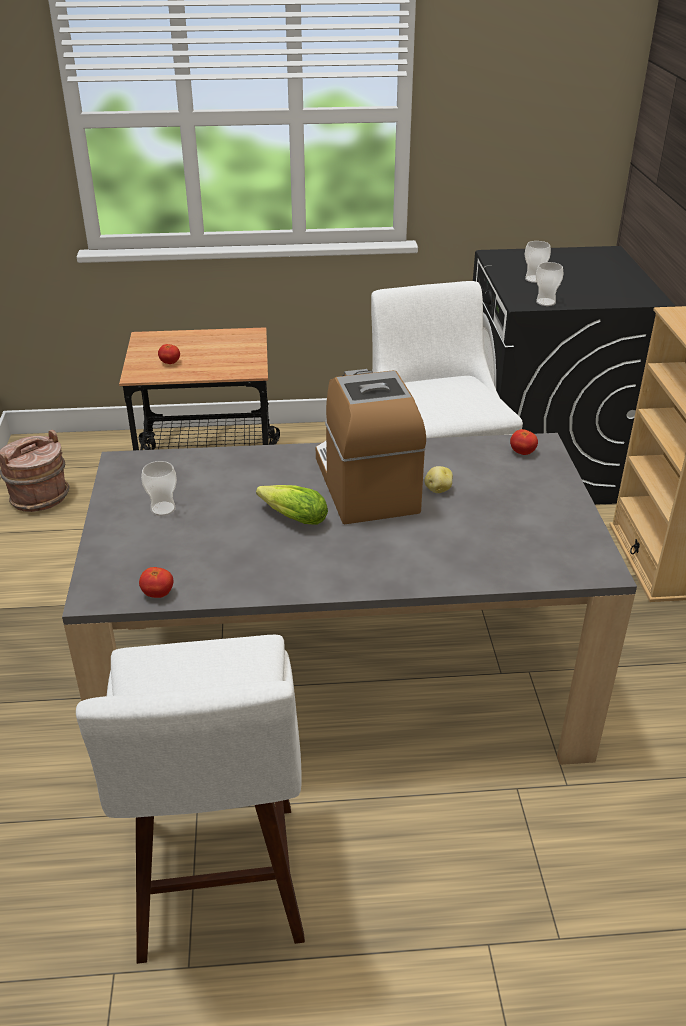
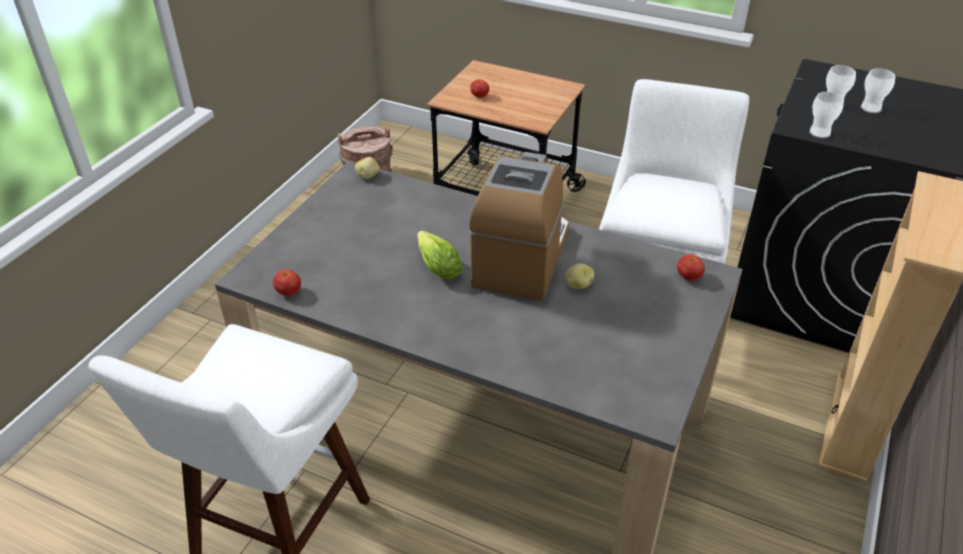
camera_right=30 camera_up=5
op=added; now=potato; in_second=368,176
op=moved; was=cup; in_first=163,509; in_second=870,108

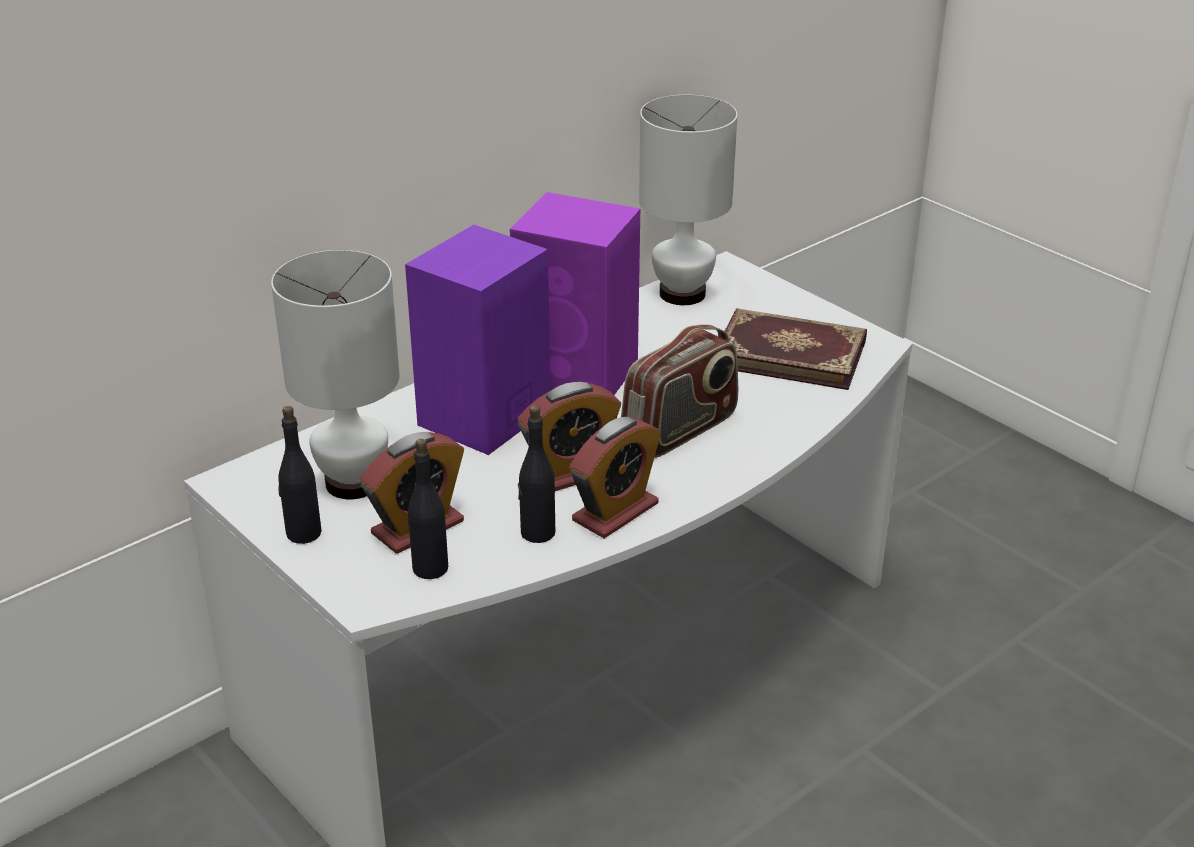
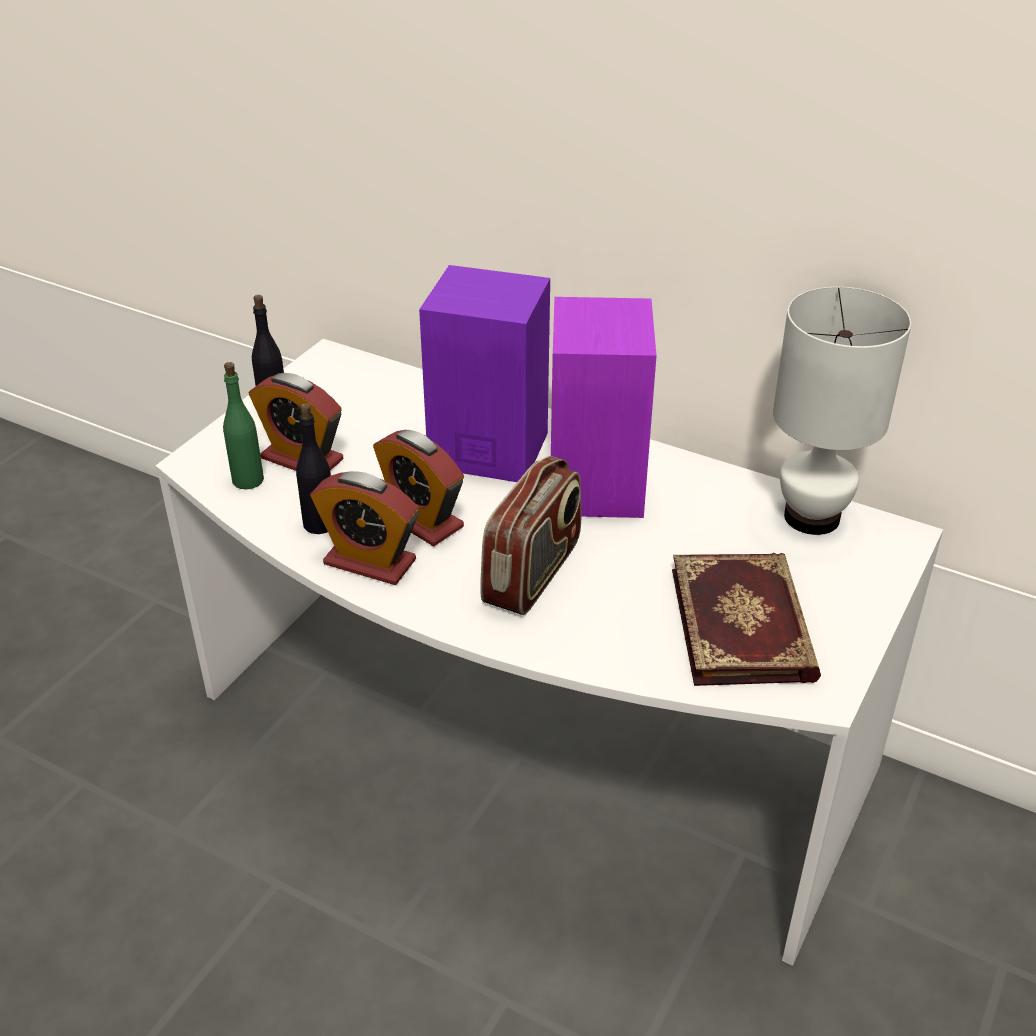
camera_right=70 camera_up=5
op=removed; was=table lamp (white); in_first=352,483
op=recoloured; was=bottle (black); now=bottle (green); in_first=430,568; in_second=248,480
op=turned; was=radio; in_first=680,430; in_second=533,573; clockwise=-90

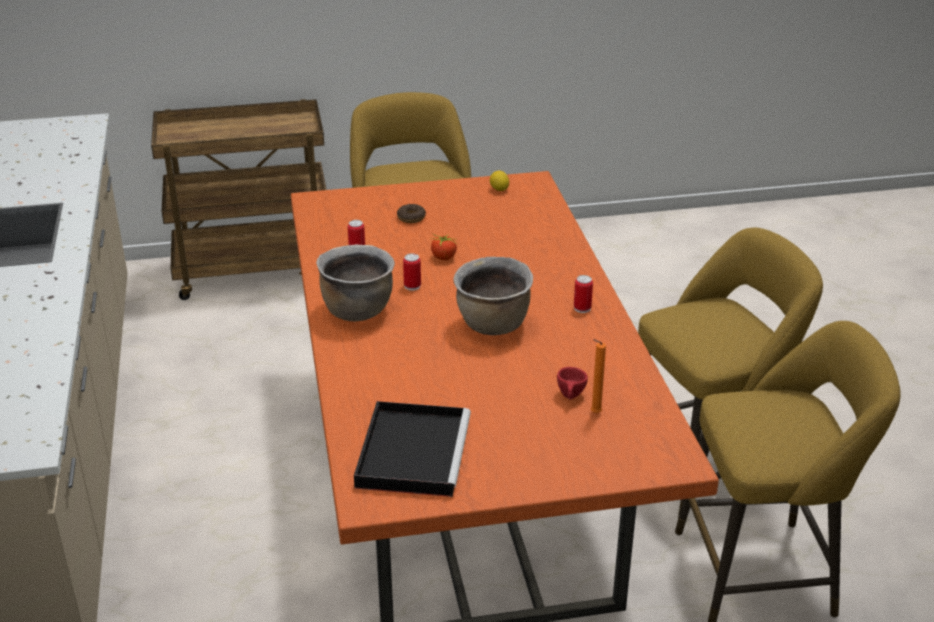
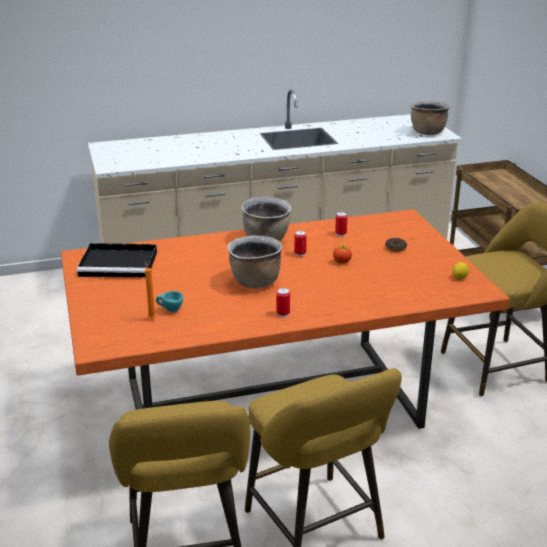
camera_right=85 camera_up=-5
op=added; now=cooking pot (brown); in_second=427,132
op=recoloured; was=cup (red); now=cup (turquoise); in_first=571,397; in_second=170,310

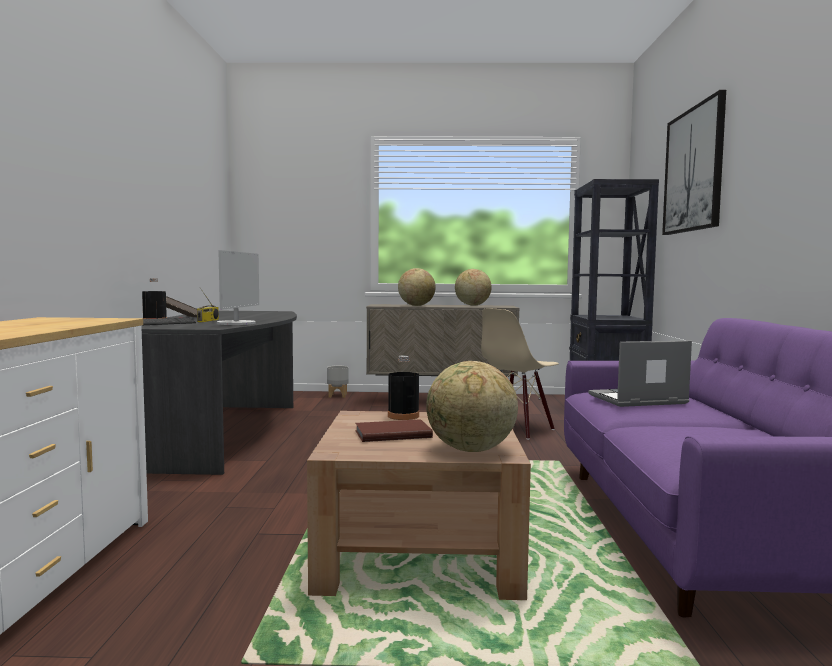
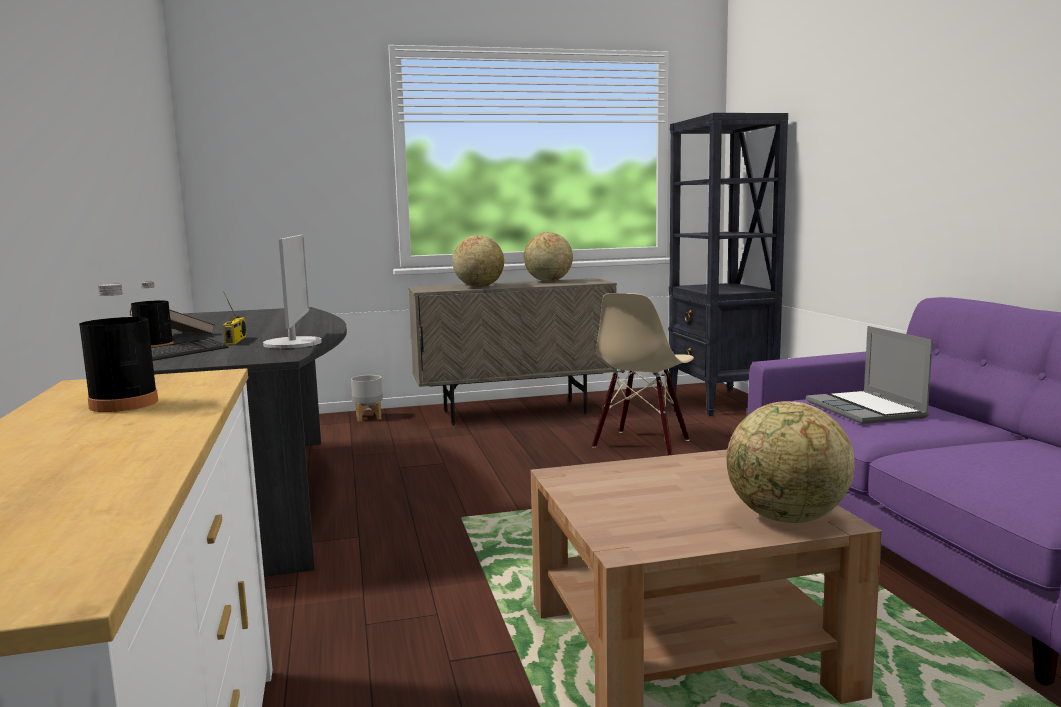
camera_right=-15 camera_up=5
op=removed; was=book (brown); in_first=391,434
op=removed; was=picture; in_first=693,170
op=moved; was=bottle (black); in_first=403,416; in_second=124,404
op=turned; was=laptop; in_first=637,400; in_second=867,410; clockwise=-75

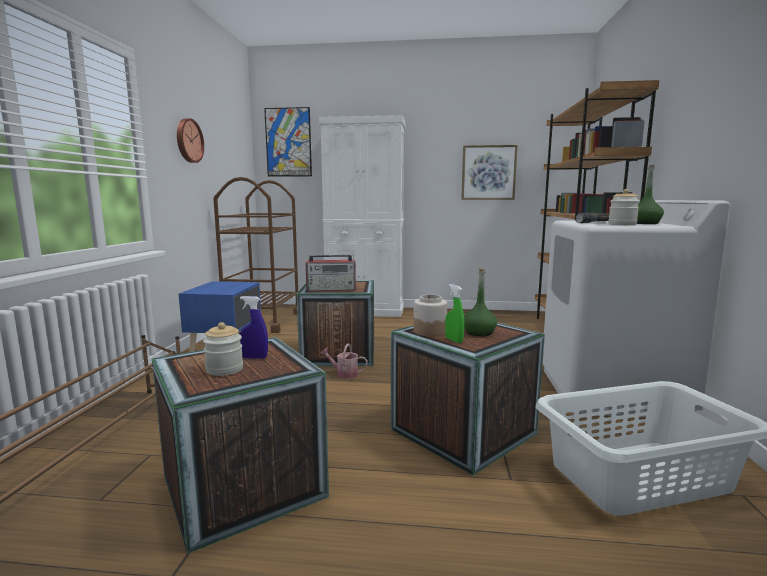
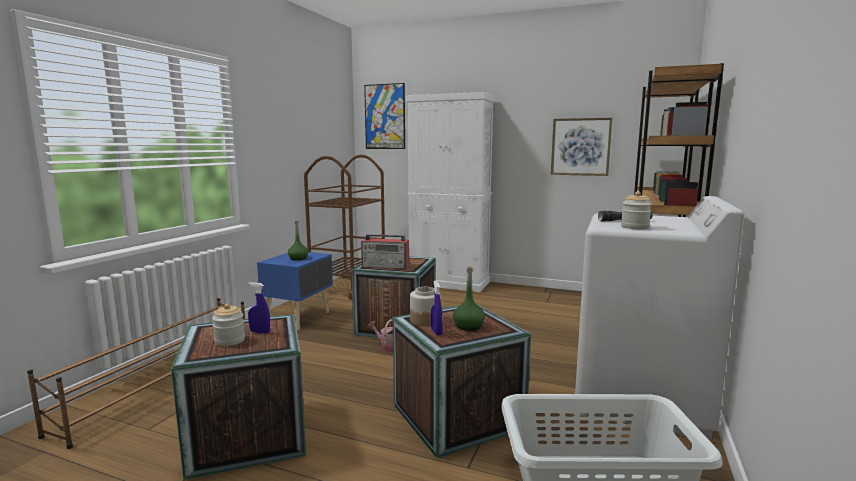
camera_right=15 camera_up=0
op=removed; was=wall clock; in_first=188,140
op=moved; was=bottle (green); in_first=644,223; in_second=298,259
op=recoloured; was=spray bottle (green); now=spray bottle (blue); in_first=454,340; in_second=436,332

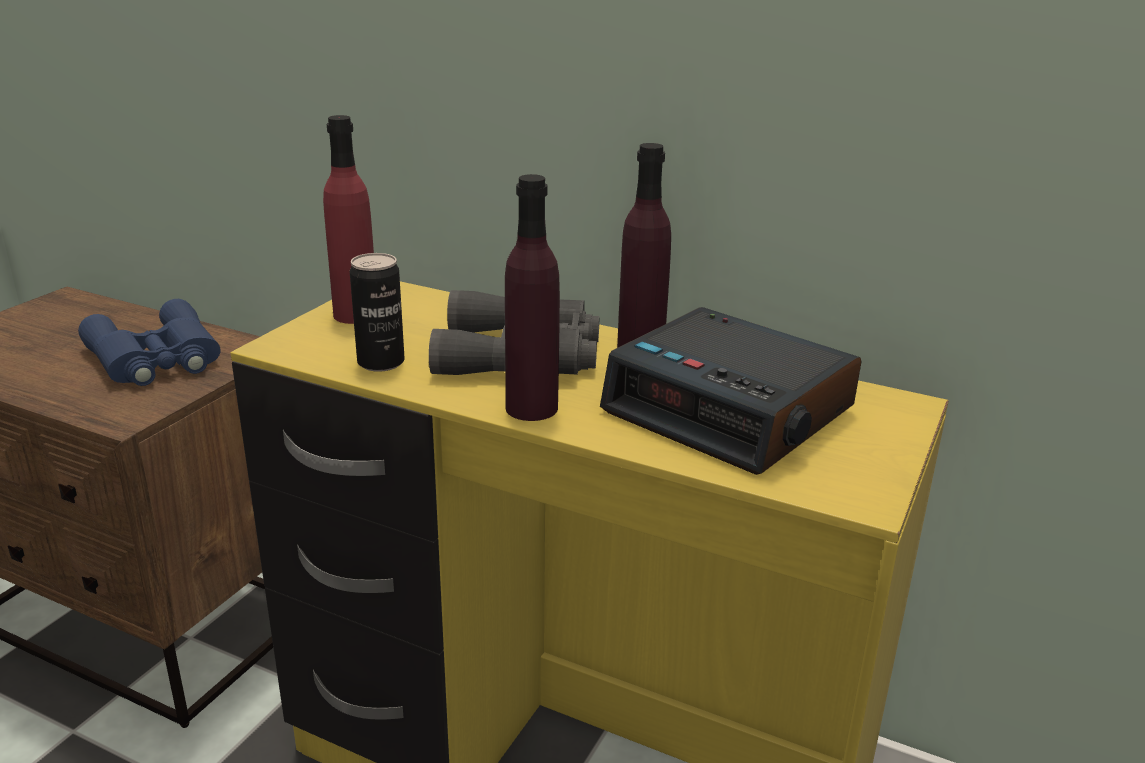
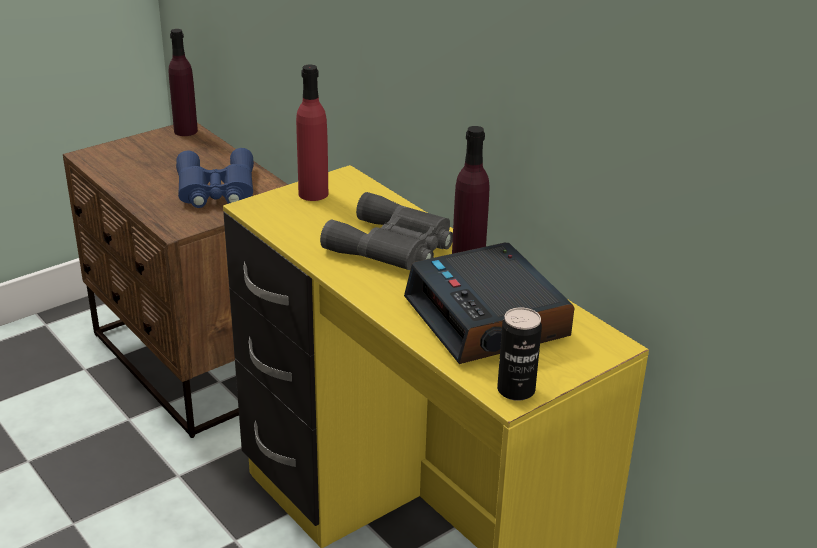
camera_right=25 camera_up=5
op=moved; was=can; in_first=381,362; in_second=516,390
op=moved; was=bottle (purple); in_first=531,408; in_second=185,131

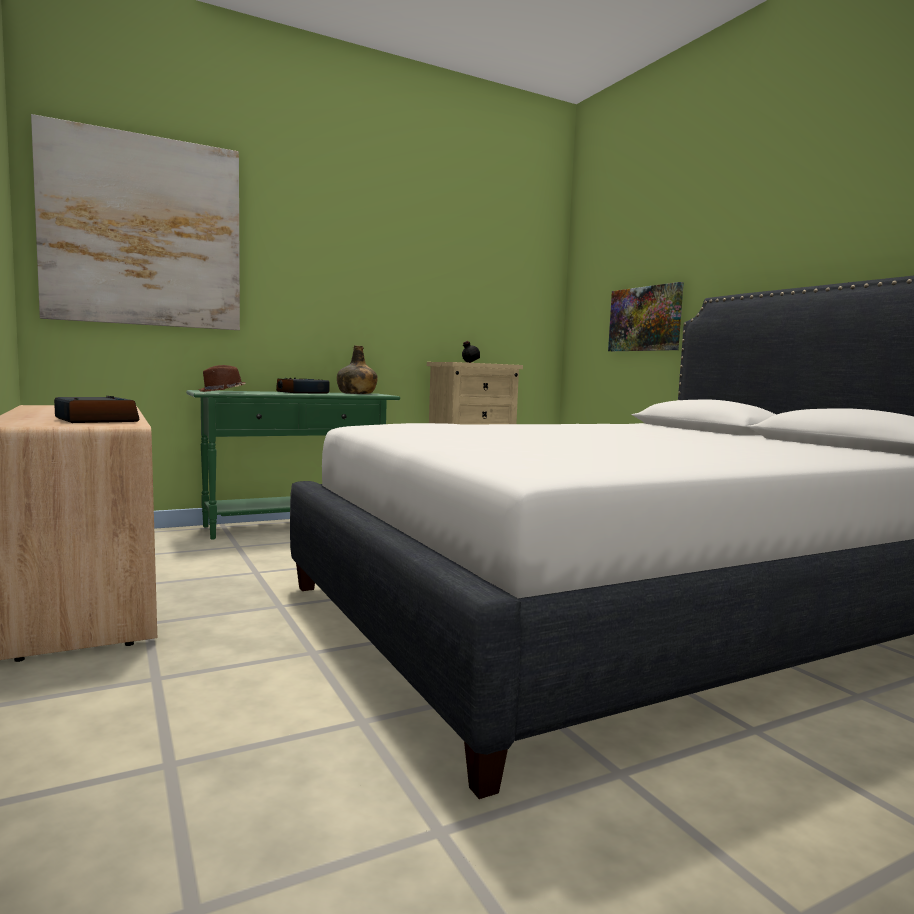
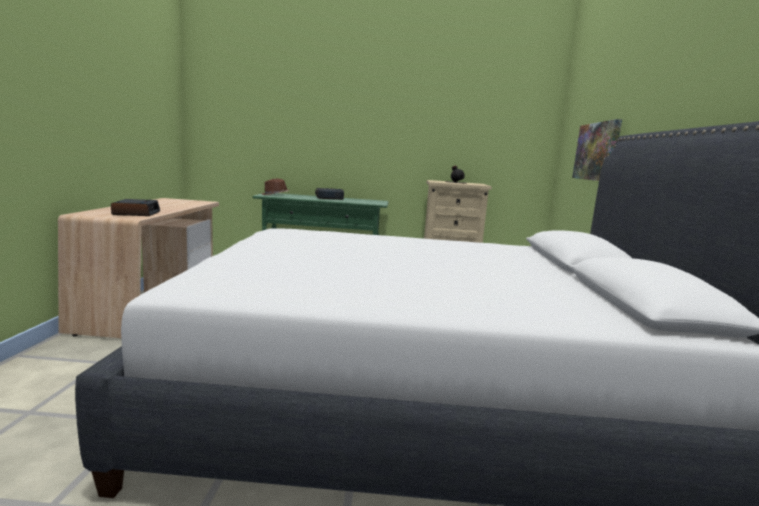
camera_right=30 camera_up=5
op=removed; was=picture; in_first=143,232
op=removed; was=bottle (green); in_first=356,393

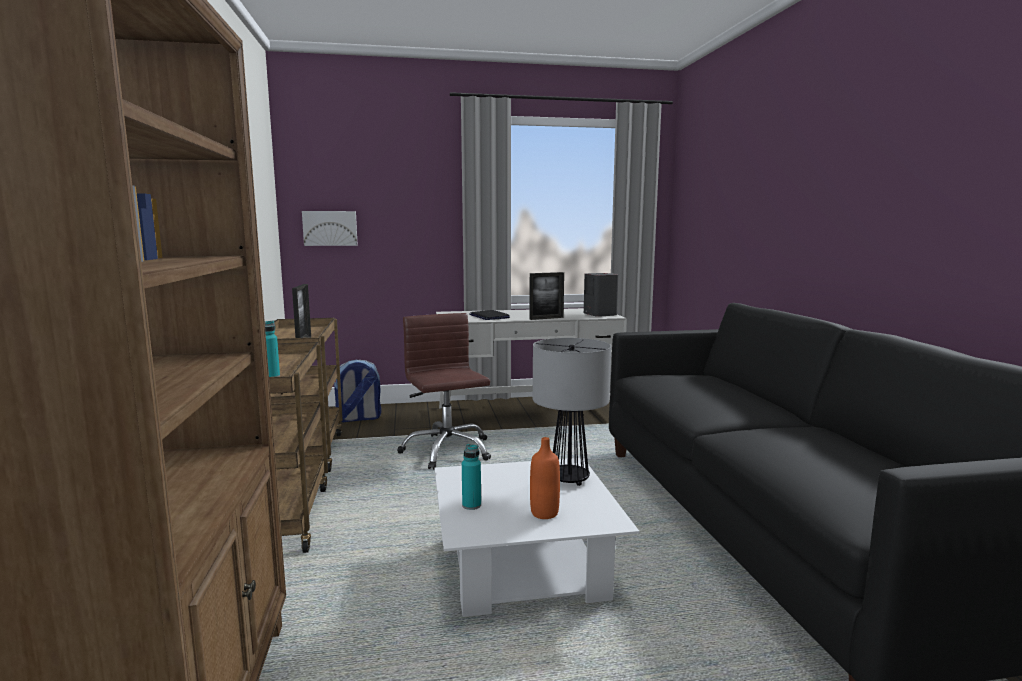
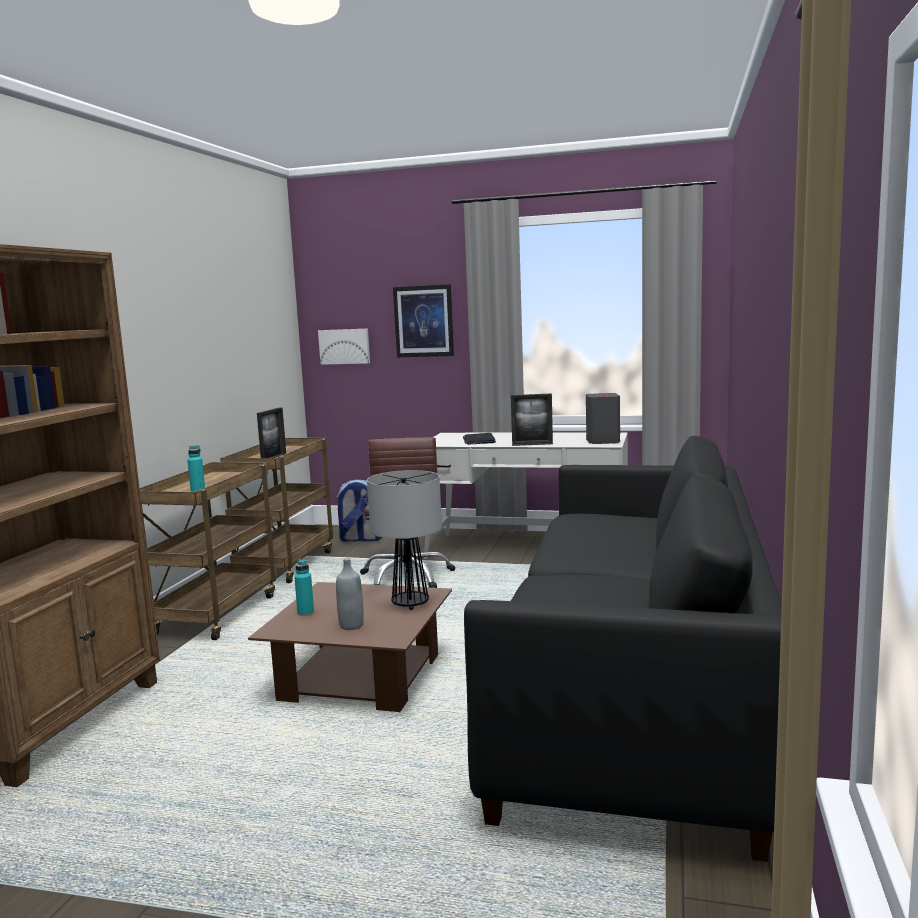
camera_right=25 camera_up=0
op=added; now=picture; in_second=423,321
op=recoloured; was=coffee table (white); now=coffee table (brown); in_first=524,566; in_second=361,677
op=recoloured; was=bottle (orange); now=bottle (grey); in_first=544,513; in_second=351,626

